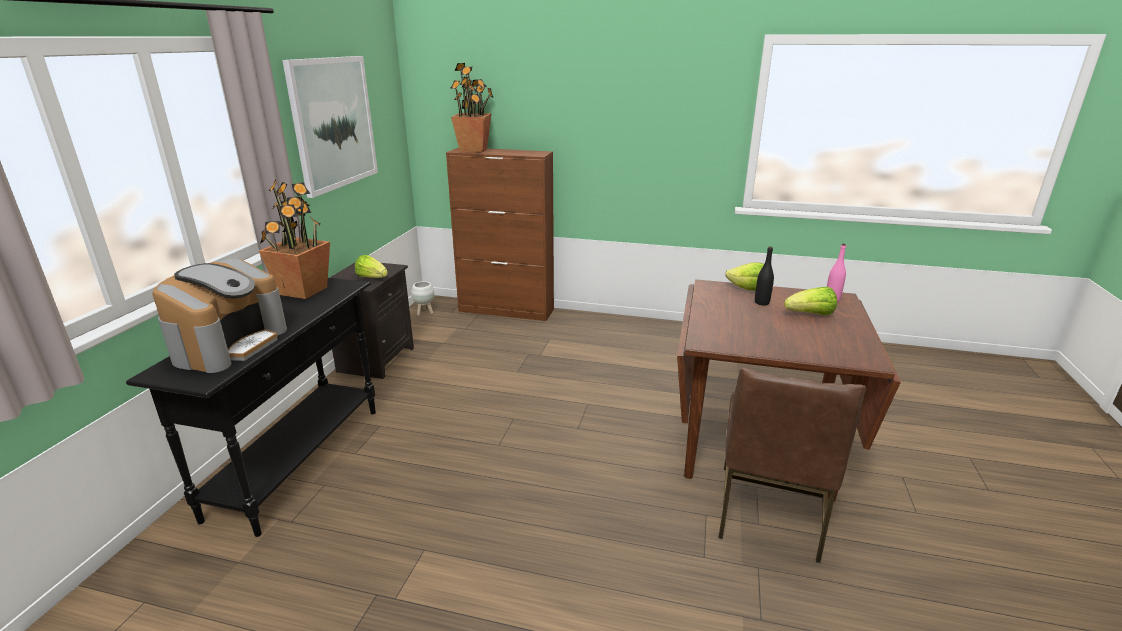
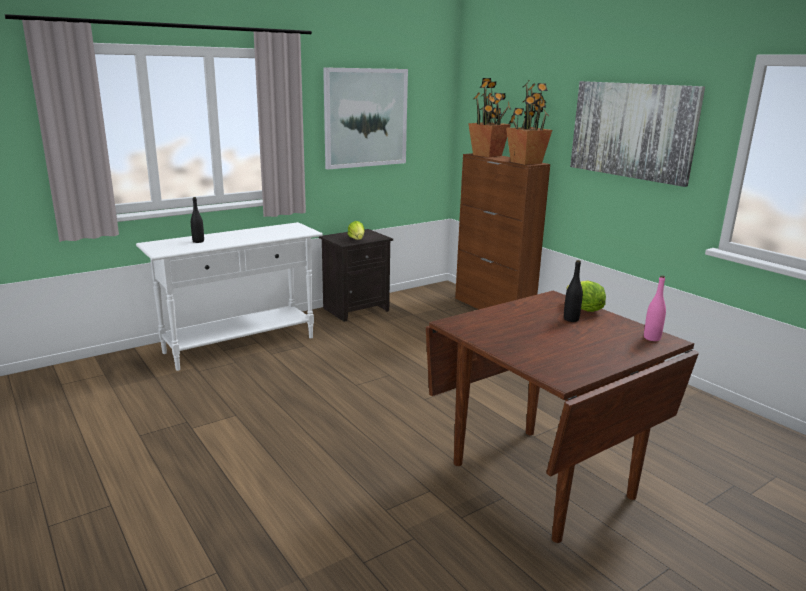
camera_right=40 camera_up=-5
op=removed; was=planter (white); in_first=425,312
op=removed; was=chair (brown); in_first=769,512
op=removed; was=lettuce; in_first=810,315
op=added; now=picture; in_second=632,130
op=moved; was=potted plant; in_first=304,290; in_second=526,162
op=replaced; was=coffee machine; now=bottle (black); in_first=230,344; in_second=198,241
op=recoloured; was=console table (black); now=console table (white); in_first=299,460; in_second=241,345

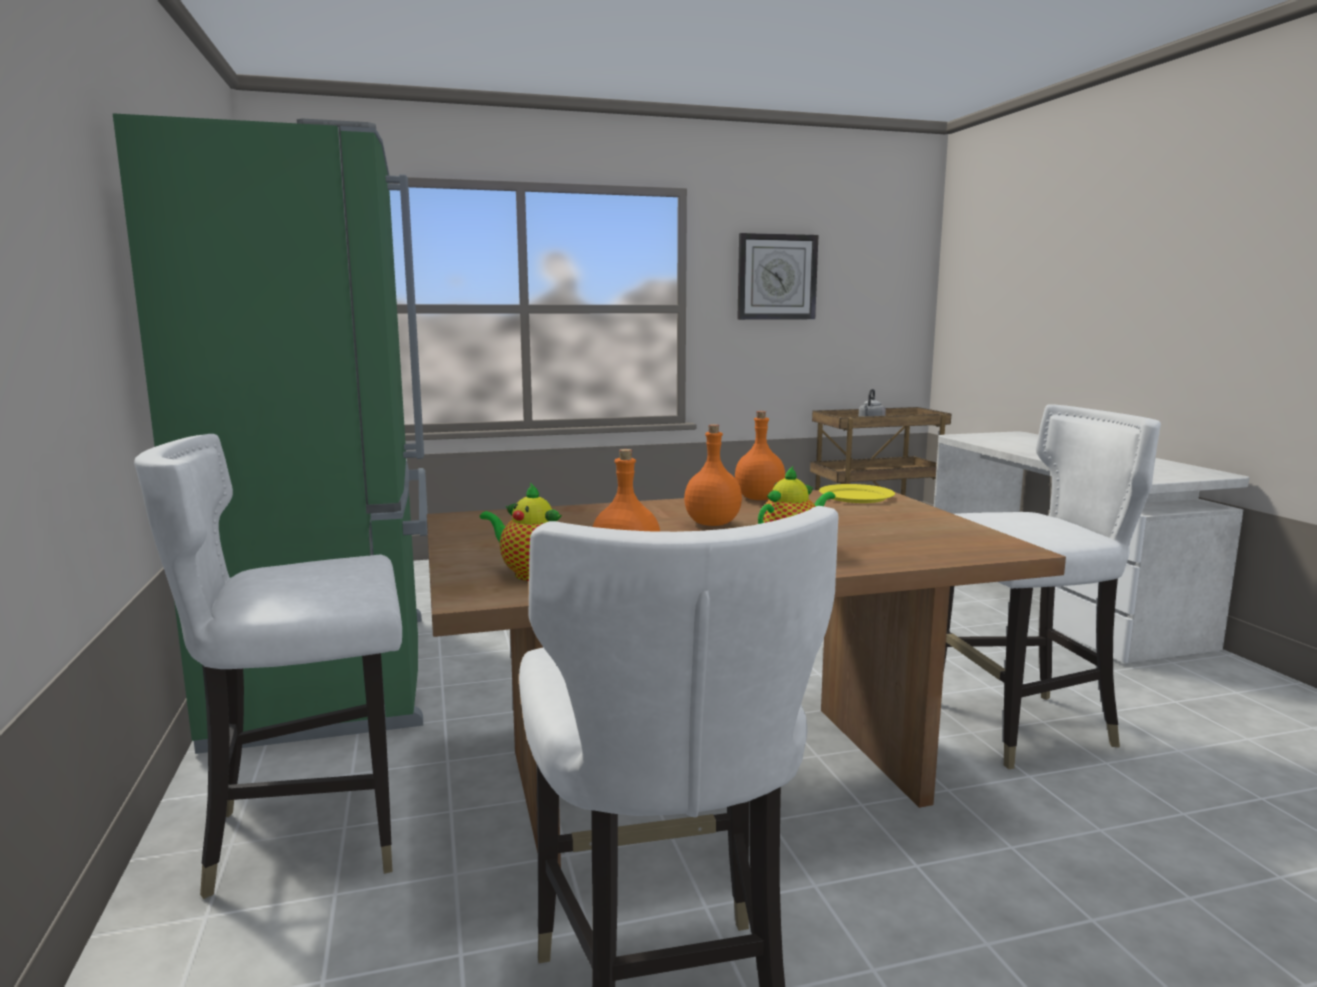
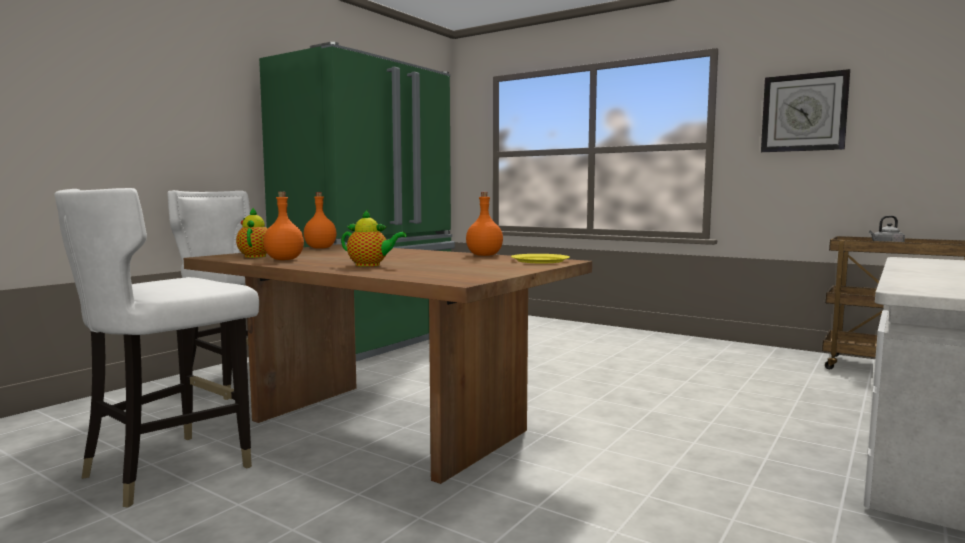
camera_right=50 camera_up=-5
op=removed; was=chair (white); in_first=1020,727
op=moved; was=bottle (orange); in_first=711,523; in_second=320,248

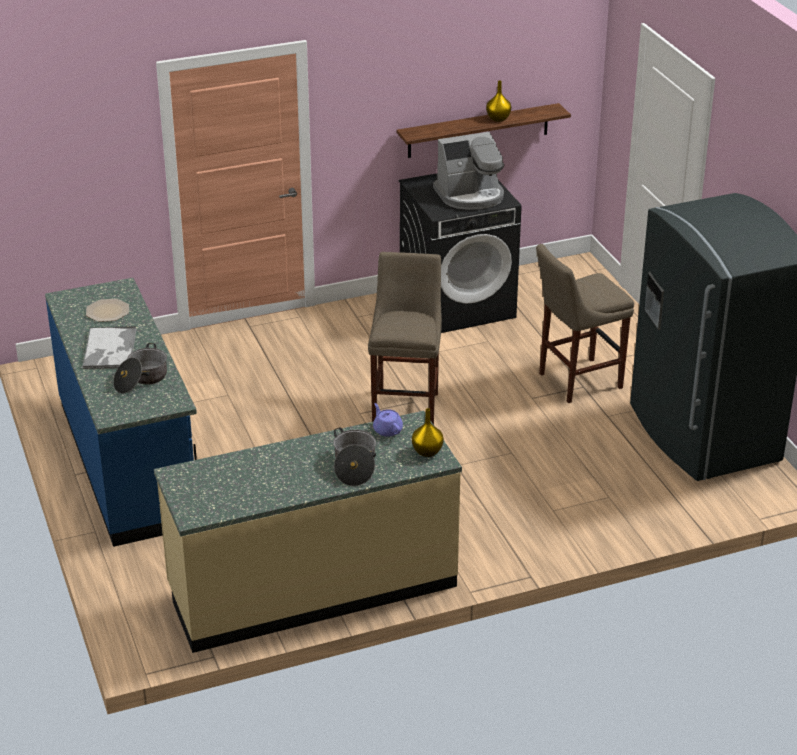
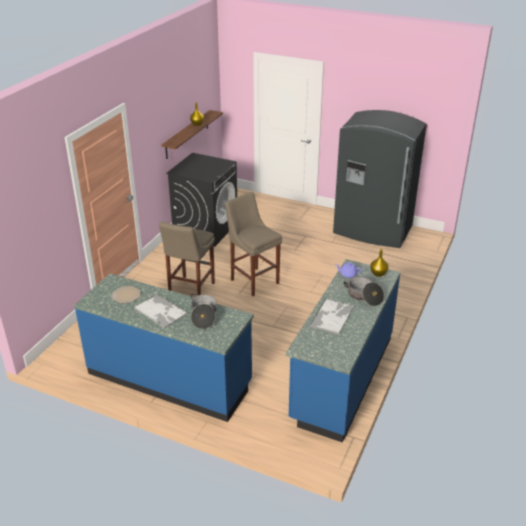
camera_right=-45 camera_up=0
op=removed; was=coffee machine; in_first=470,195
op=added; now=tray; in_second=332,316
op=moved; was=stool (beige); in_first=576,381; in_second=190,291
op=recoloured; was=counter (beige); now=counter (blue); in_first=312,588; in_second=341,378

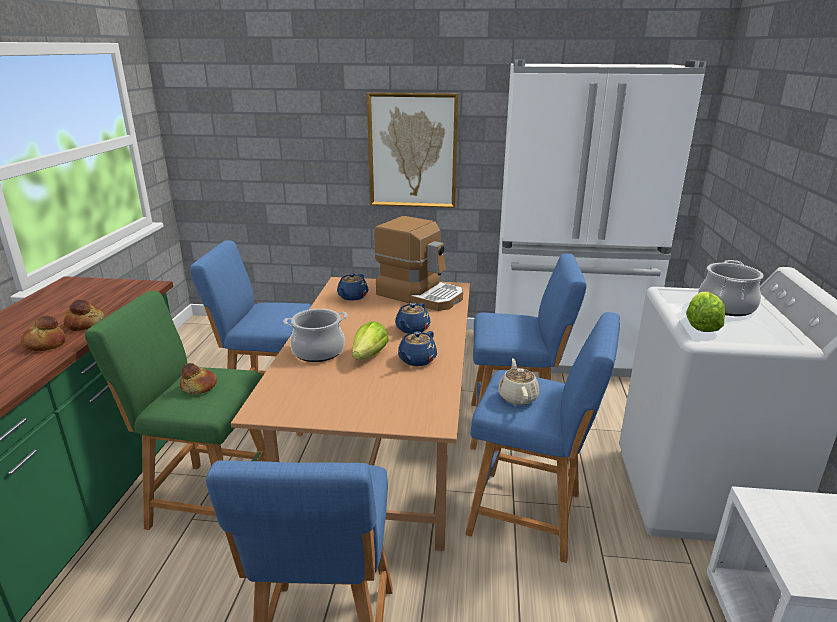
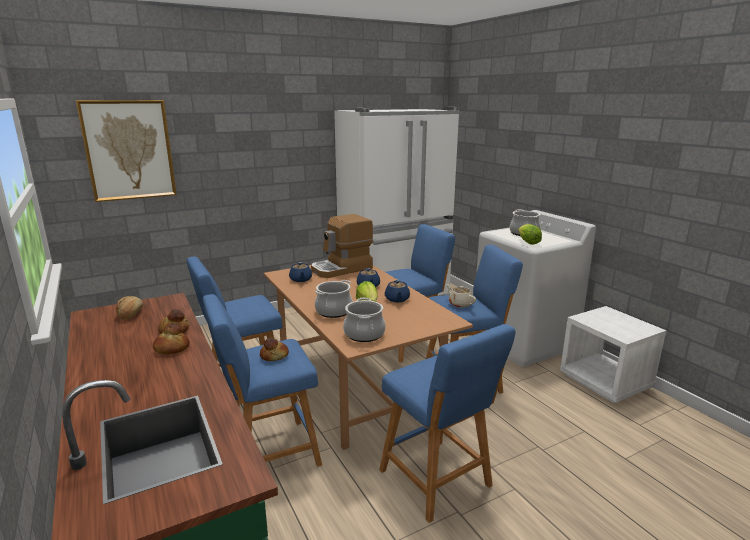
camera_right=-35 camera_up=-5
op=added; now=bread; in_second=130,314
op=added; now=cooking pot; in_second=364,334
op=moved; was=picture; in_first=412,151; in_second=129,150
op=recoloured; was=stool (green); now=stool (blue); in_first=207,500; in_second=269,453
op=turned; was=coffee machine; in_first=420,295; in_second=342,269; clockwise=150

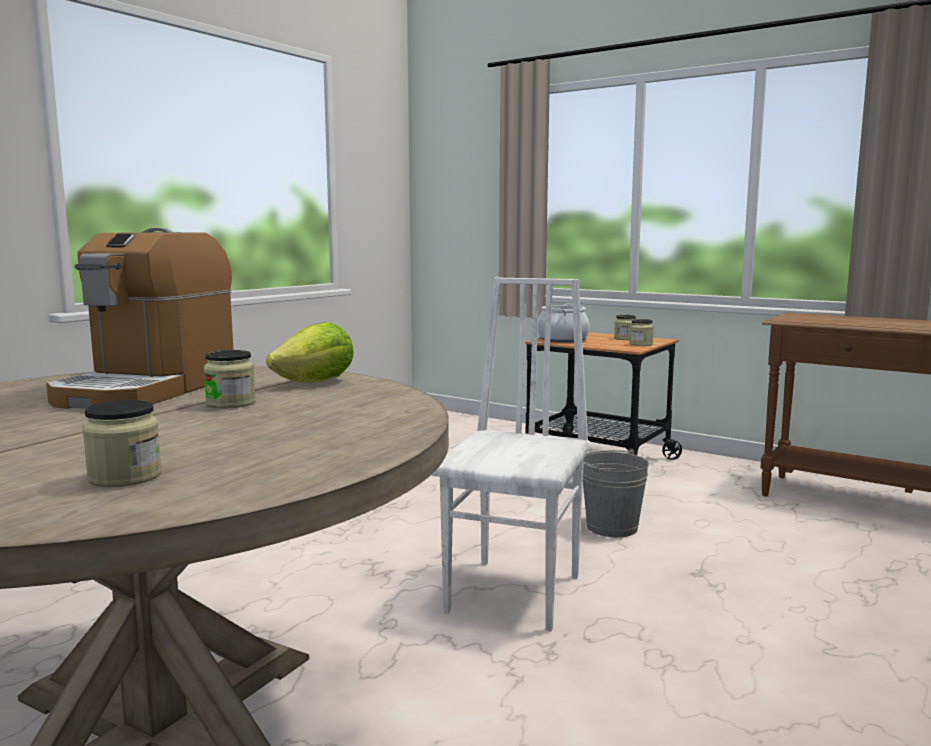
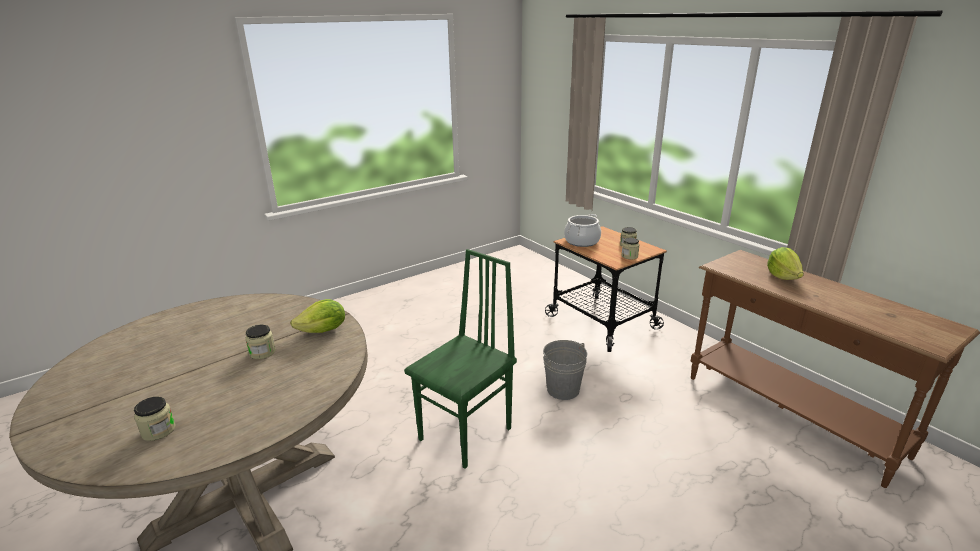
camera_right=20 camera_up=15
op=removed; was=coffee machine; in_first=148,389
op=added; now=lettuce; in_second=783,276
op=recoloured; was=chair (white); now=chair (green); in_first=517,593; in_second=467,434

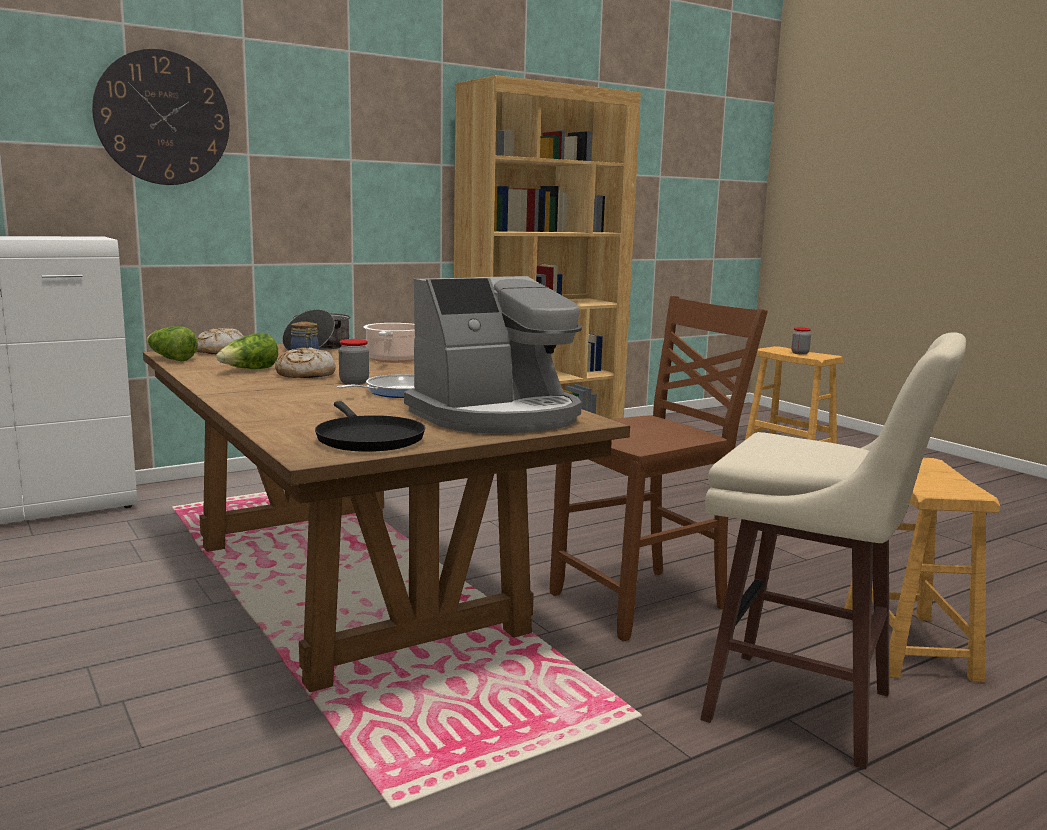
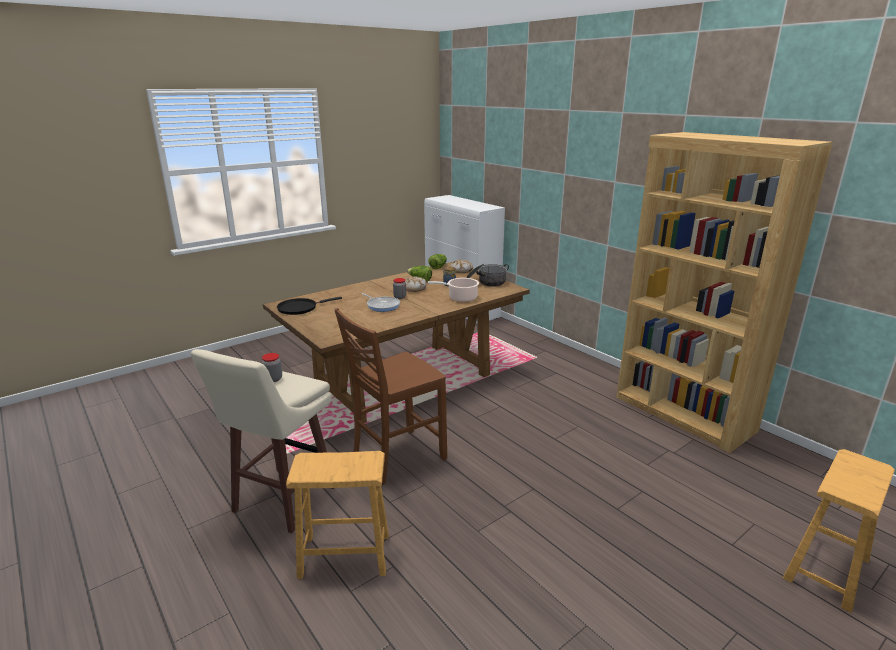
camera_right=85 camera_up=10
op=removed; was=wall clock; in_first=163,118
op=removed; was=coffee machine; in_first=498,416
op=moved; was=jar; in_first=800,353; in_second=273,379
op=turned; was=chair (brown); in_first=643,602; in_second=396,457; clockwise=90

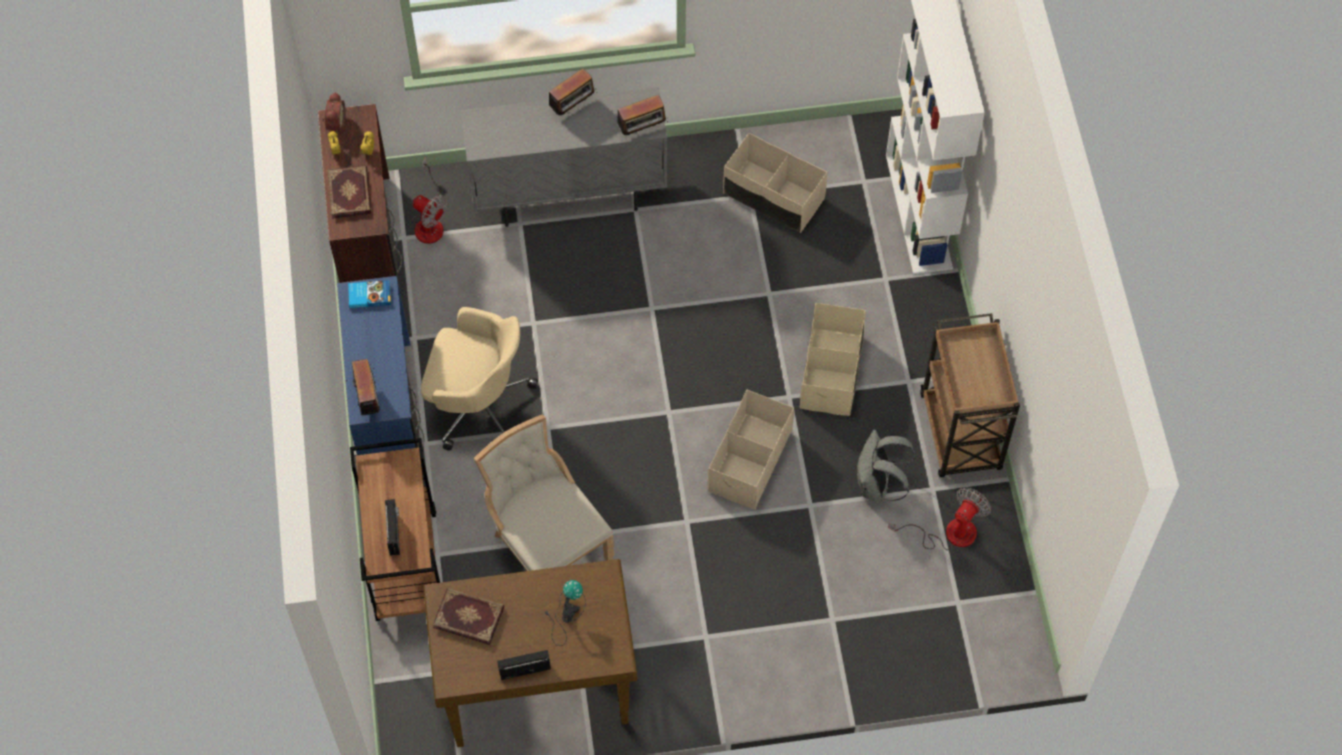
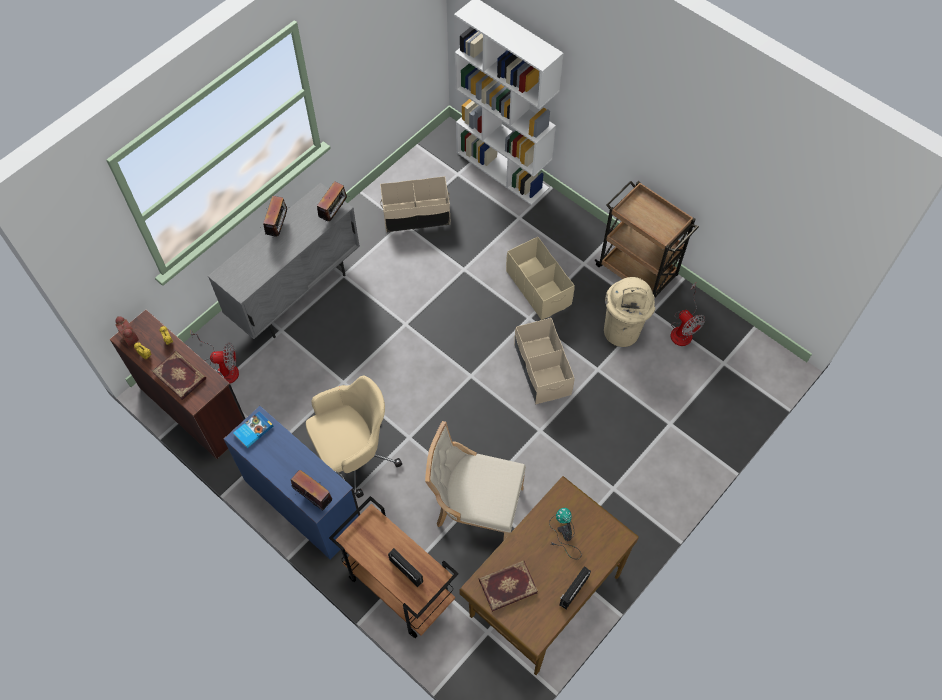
camera_right=-40 camera_up=0
op=replaced; was=backpack (grey); now=trash can (beige); in_first=877,486; in_second=622,332
op=turned; was=fan; in_first=948,533; in_second=683,329; clockwise=150

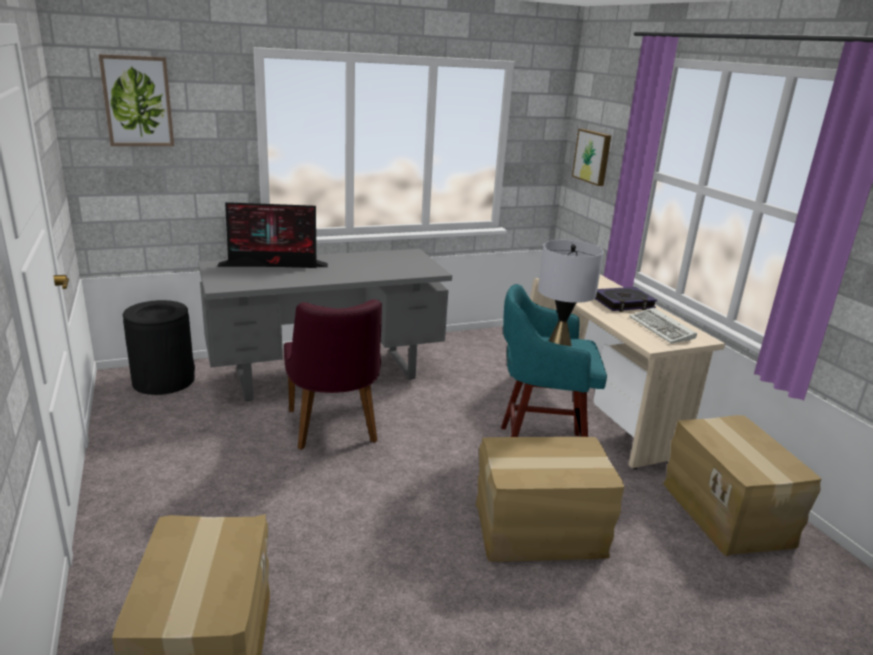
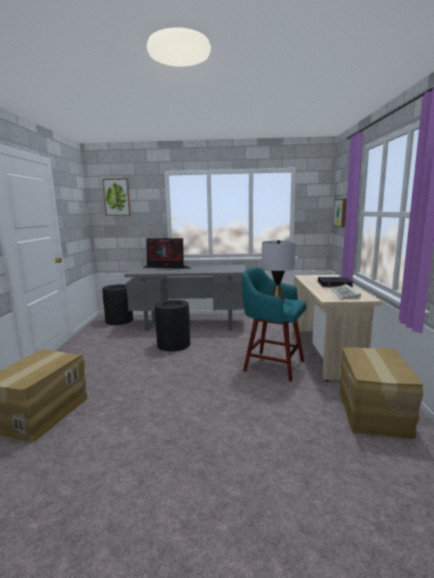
camera_right=25 camera_up=-10
op=removed; was=cardboard box; in_first=539,531
op=replaced; was=chair (purple); now=trash can (black); in_first=334,430; in_second=173,344

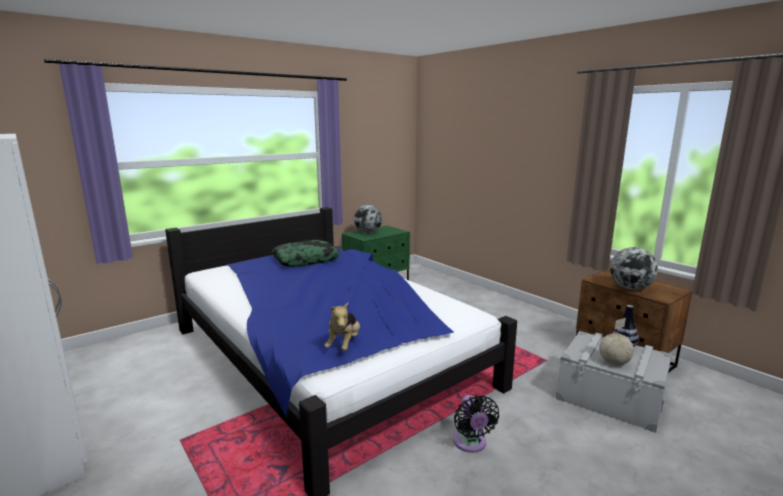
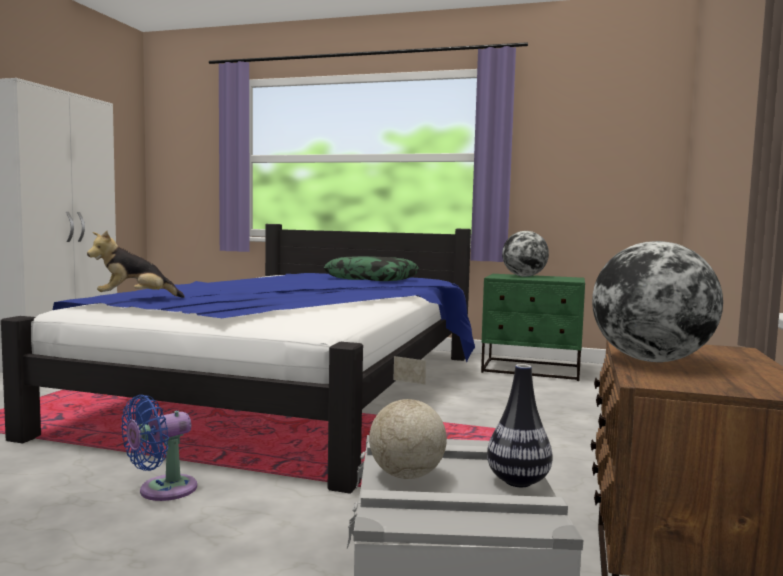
camera_right=55 camera_up=-10
op=recoloured; was=fan (black); now=fan (blue); in_first=470,443; in_second=162,490

